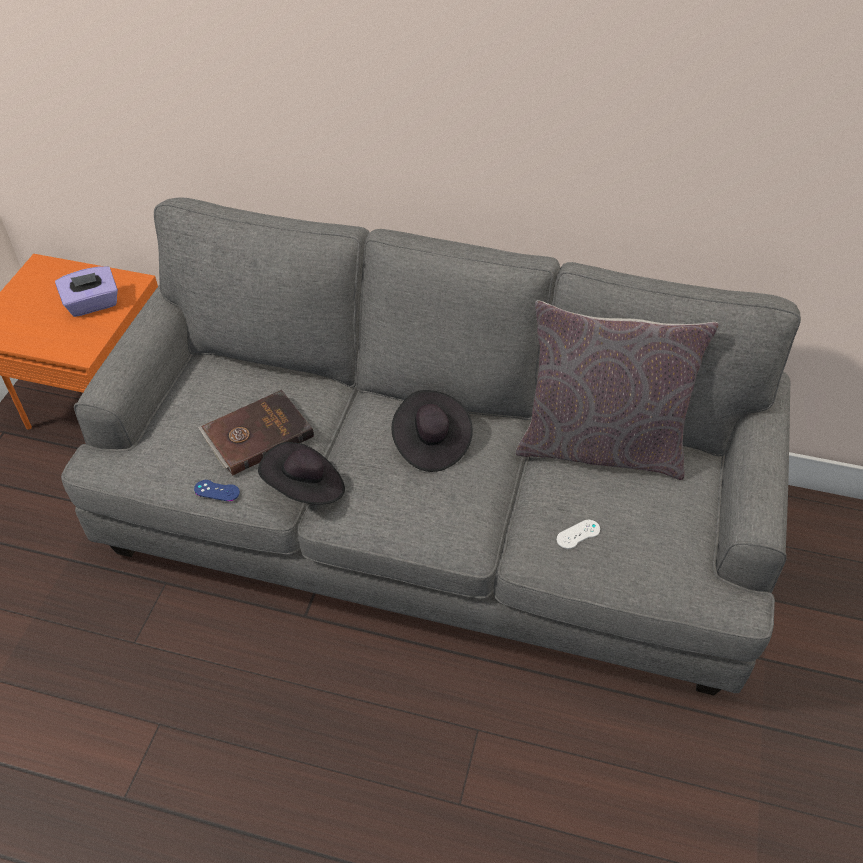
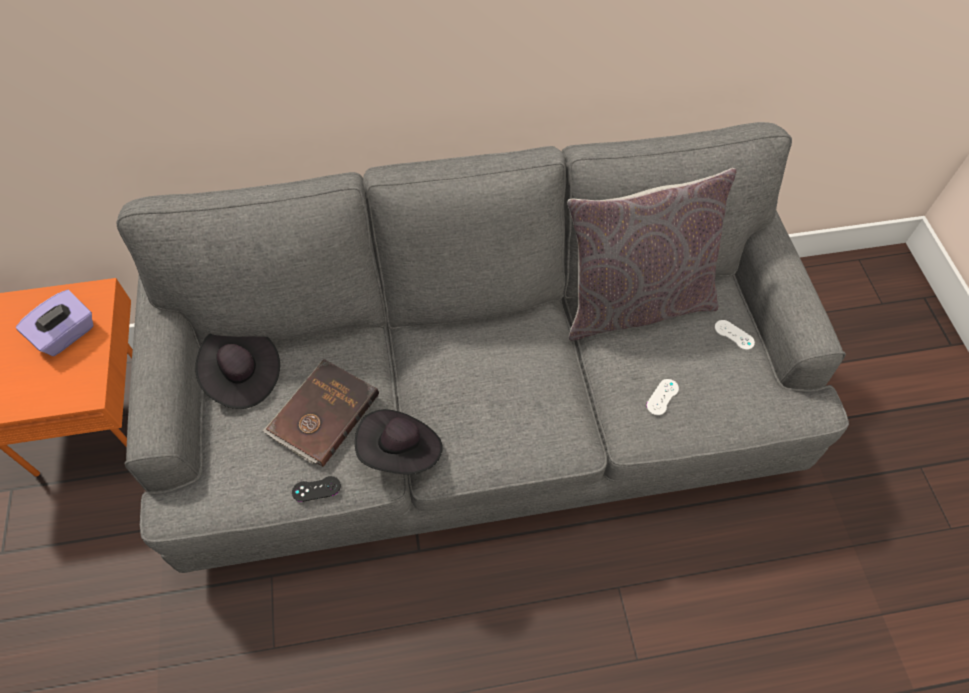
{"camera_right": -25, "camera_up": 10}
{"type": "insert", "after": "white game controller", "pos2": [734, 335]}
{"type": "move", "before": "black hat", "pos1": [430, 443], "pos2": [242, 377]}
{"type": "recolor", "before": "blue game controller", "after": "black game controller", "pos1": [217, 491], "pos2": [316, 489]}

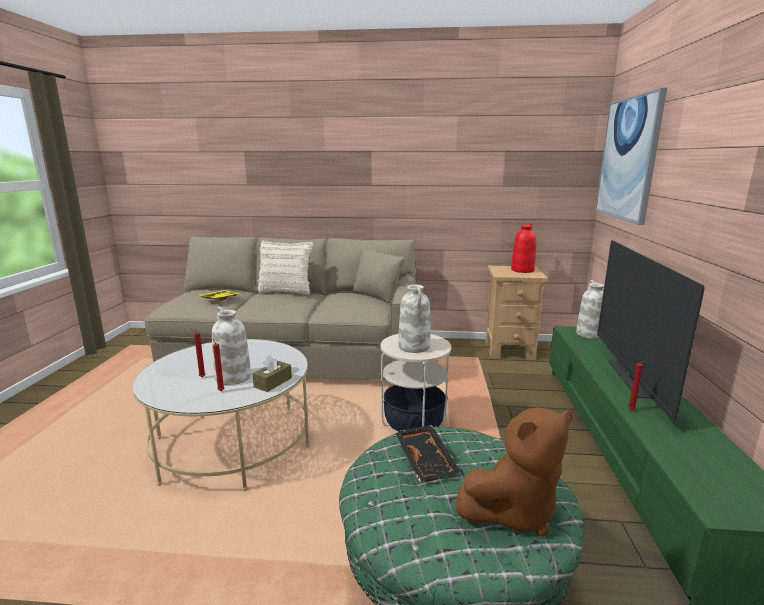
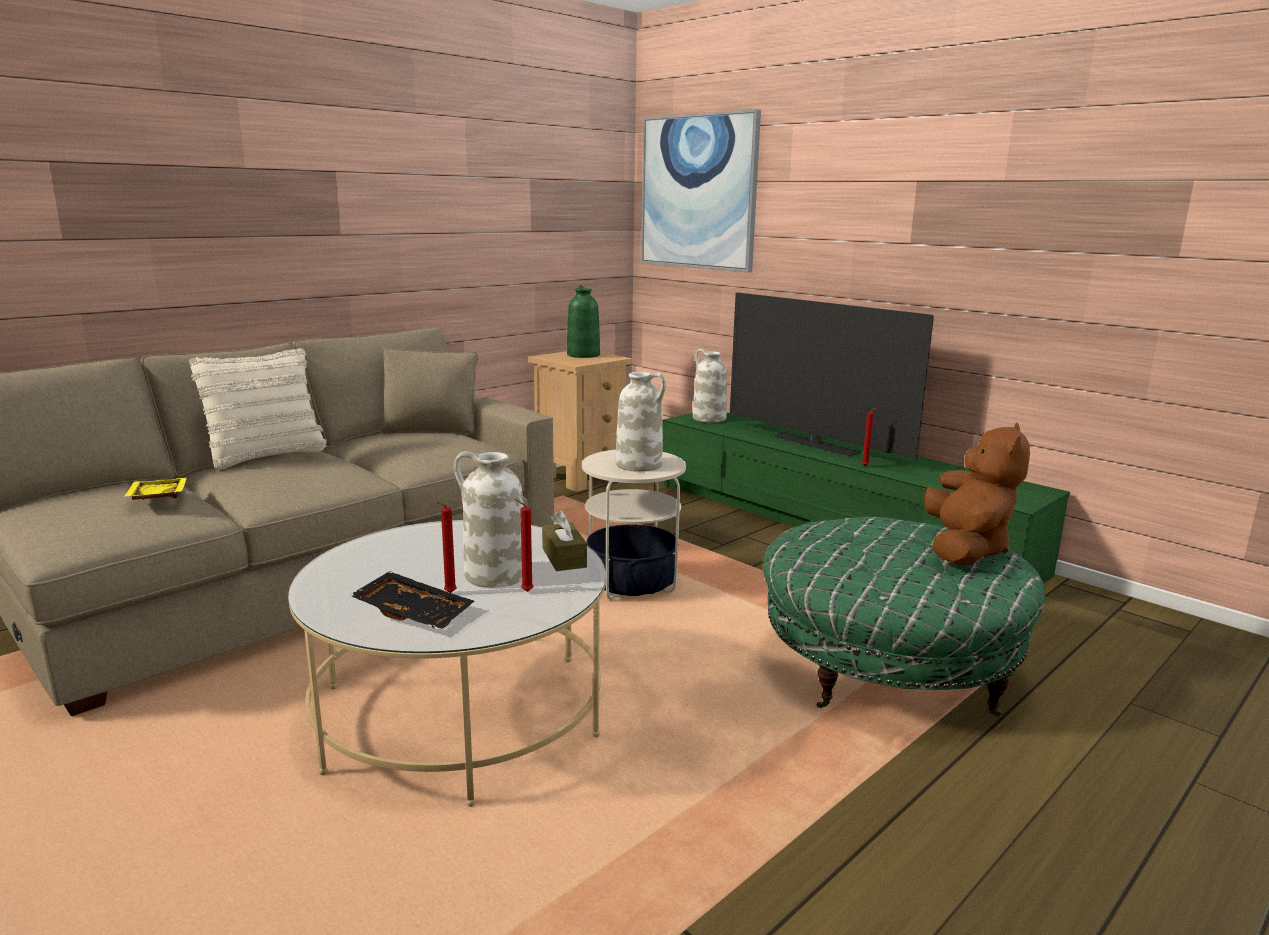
{"camera_right": -50, "camera_up": 0}
{"type": "move", "before": "black tray", "pos1": [427, 460], "pos2": [415, 612]}
{"type": "recolor", "before": "red vase", "after": "green vase", "pos1": [522, 270], "pos2": [582, 355]}

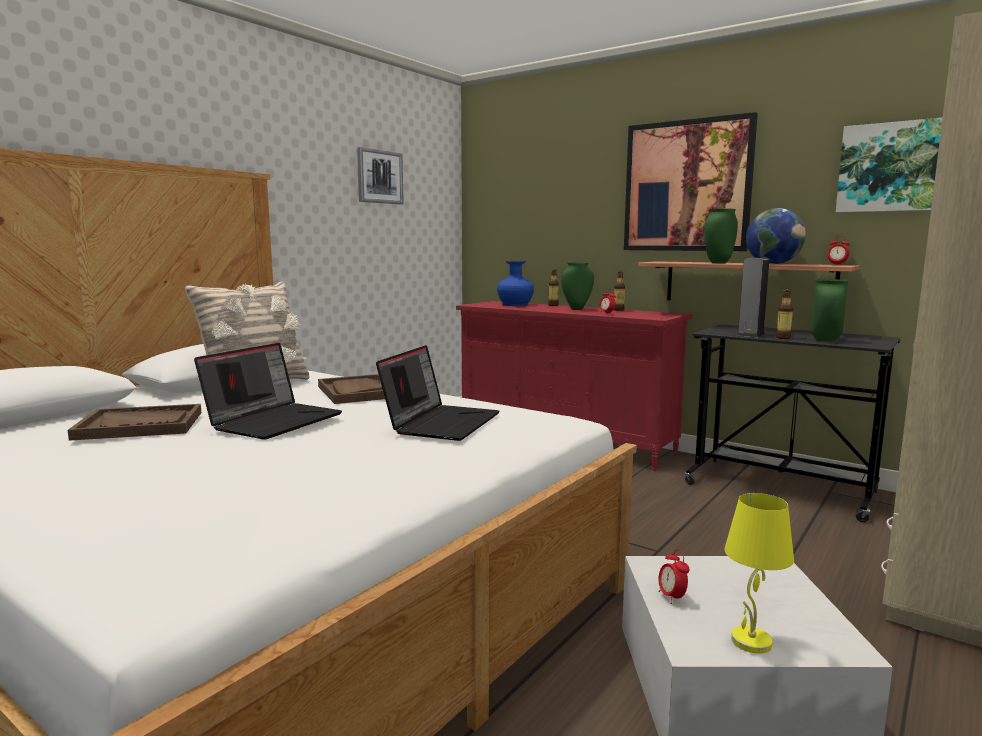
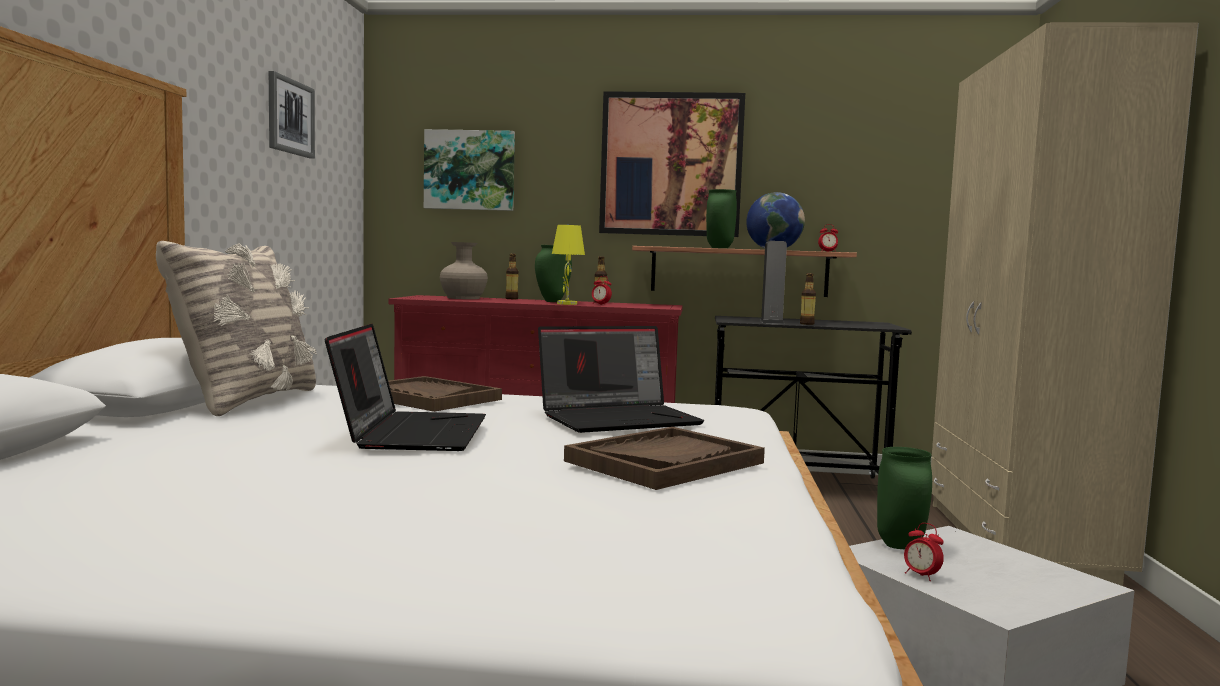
{"camera_right": -30, "camera_up": -5}
{"type": "move", "before": "brown tray", "pos1": [140, 425], "pos2": [665, 462]}
{"type": "move", "before": "yellow table lamp", "pos1": [751, 642], "pos2": [567, 304]}
{"type": "move", "before": "green vase", "pos1": [826, 340], "pos2": [901, 546]}
{"type": "move", "before": "picture", "pos1": [896, 167], "pos2": [470, 170]}
{"type": "recolor", "before": "blue vase", "after": "beige vase", "pos1": [515, 304], "pos2": [463, 298]}
{"type": "rotate", "before": "laptop", "pos1": [441, 422], "pos2": [619, 418], "turn": 75}

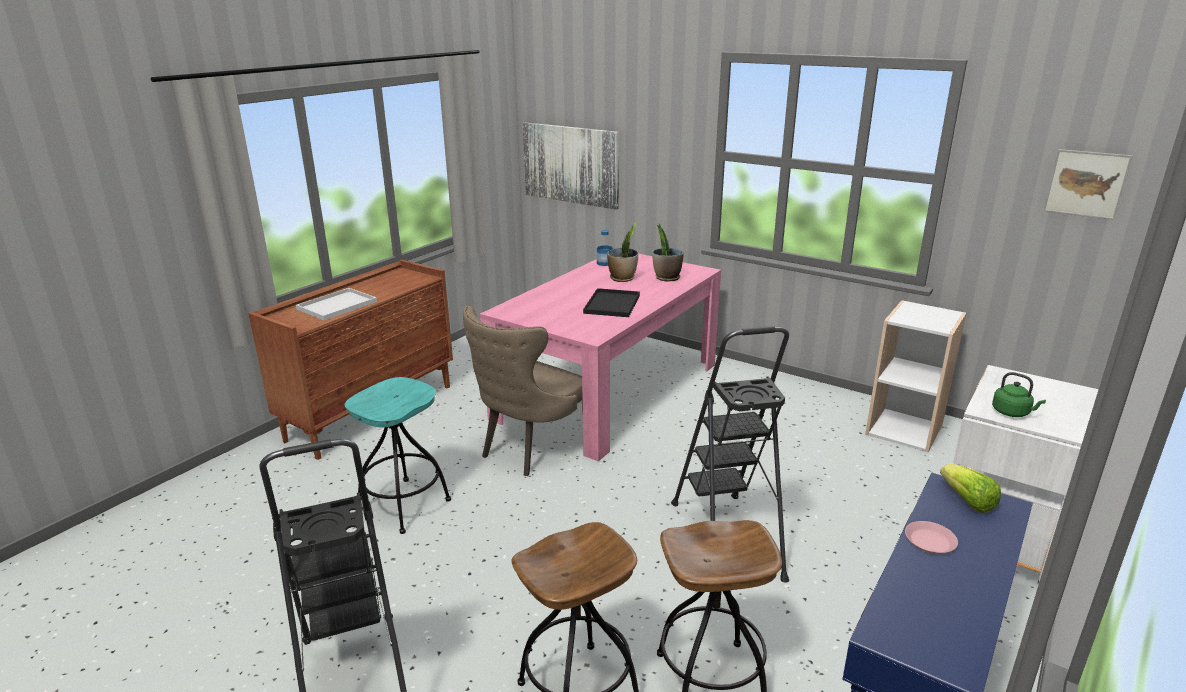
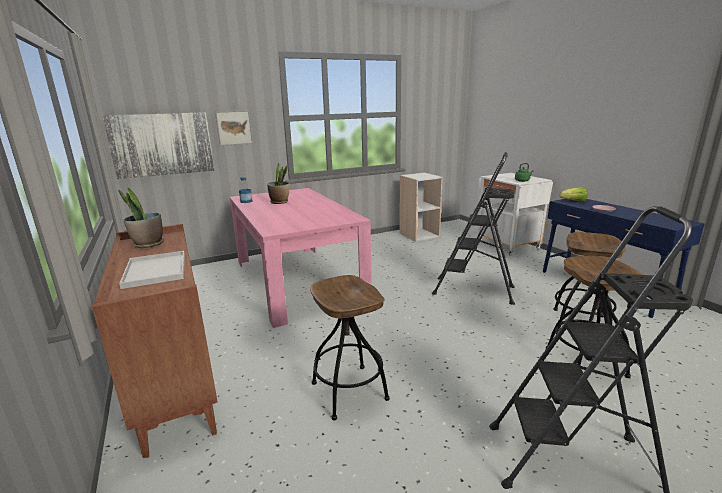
{"camera_right": -60, "camera_up": -5}
{"type": "delete", "before": "beige chair", "pos1": [530, 448]}
{"type": "delete", "before": "black tray", "pos1": [611, 303]}
{"type": "move", "before": "potted plant", "pos1": [666, 278], "pos2": [148, 244]}
{"type": "move", "before": "picture", "pos1": [1086, 184], "pos2": [234, 128]}
{"type": "recolor", "before": "turquoise stool", "after": "brown stool", "pos1": [405, 504], "pos2": [349, 390]}

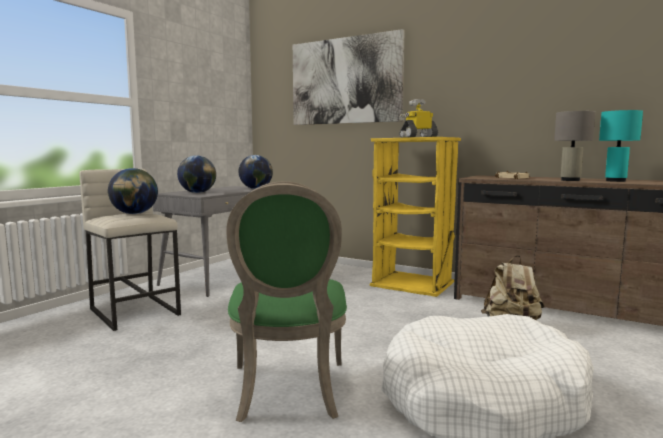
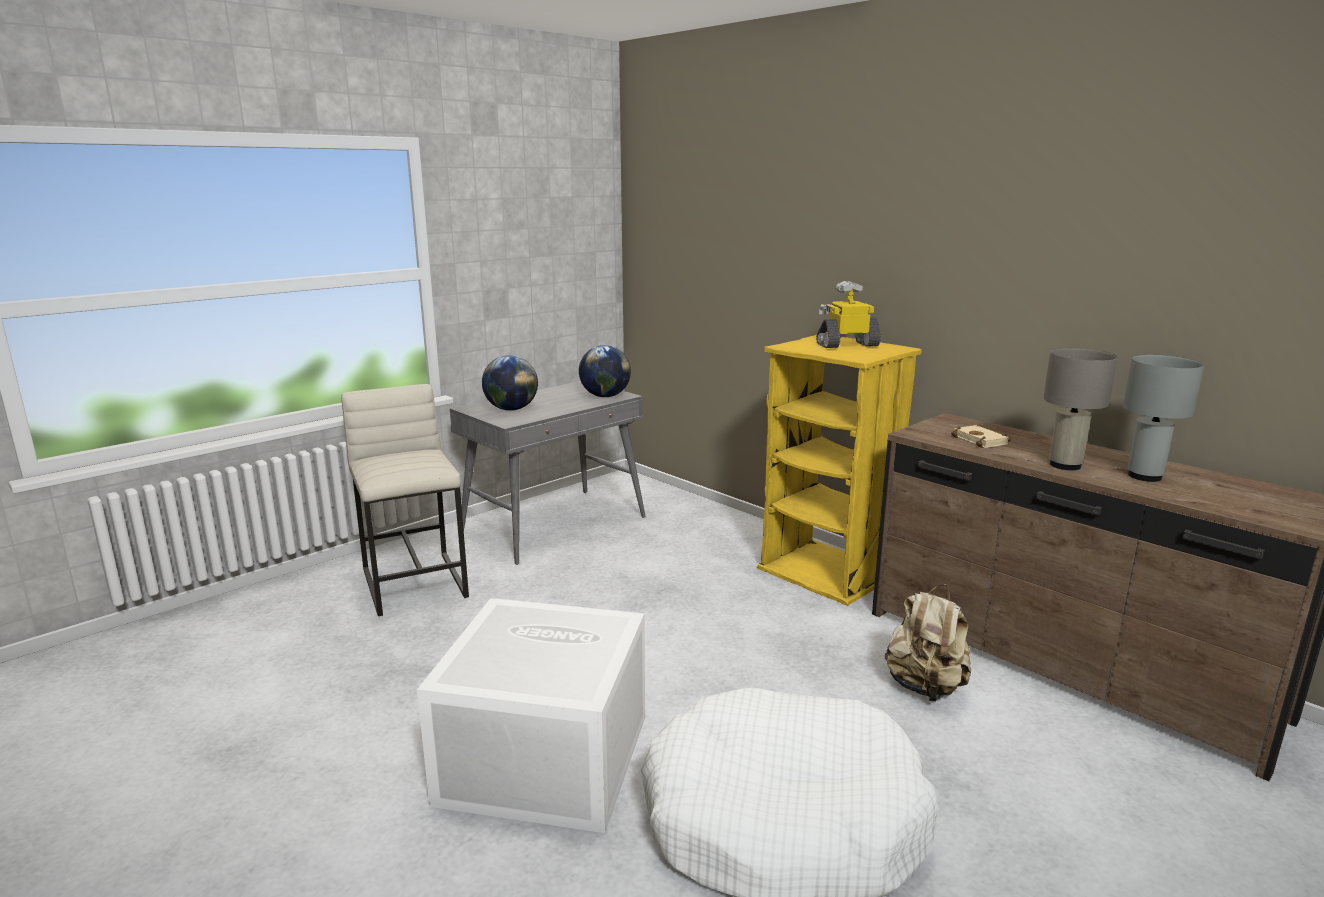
{"camera_right": 15, "camera_up": 10}
{"type": "delete", "before": "globe", "pos1": [134, 214]}
{"type": "delete", "before": "picture", "pos1": [345, 81]}
{"type": "replace", "before": "green chair", "after": "white storage box", "pos1": [288, 392], "pos2": [541, 760]}
{"type": "recolor", "before": "turquoise table lamp", "after": "grey table lamp", "pos1": [615, 181], "pos2": [1145, 476]}

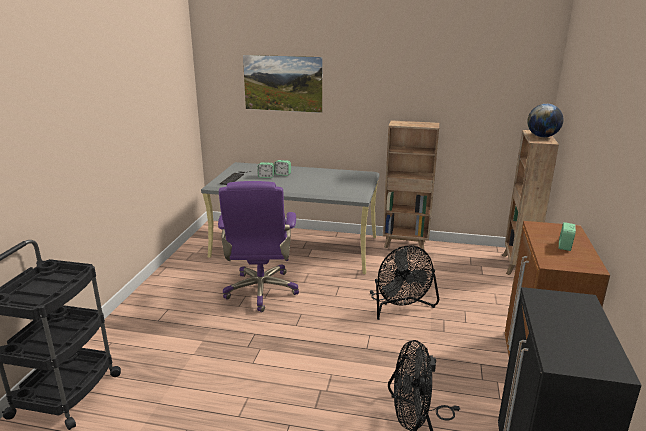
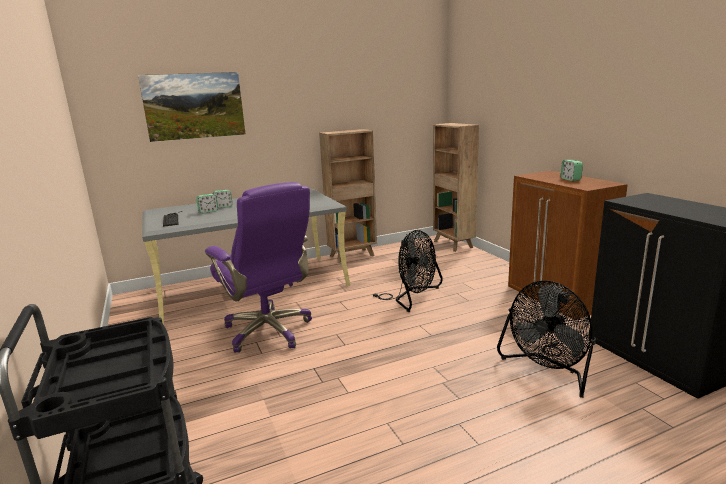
{"camera_right": -35, "camera_up": -5}
{"type": "delete", "before": "globe", "pos1": [542, 136]}

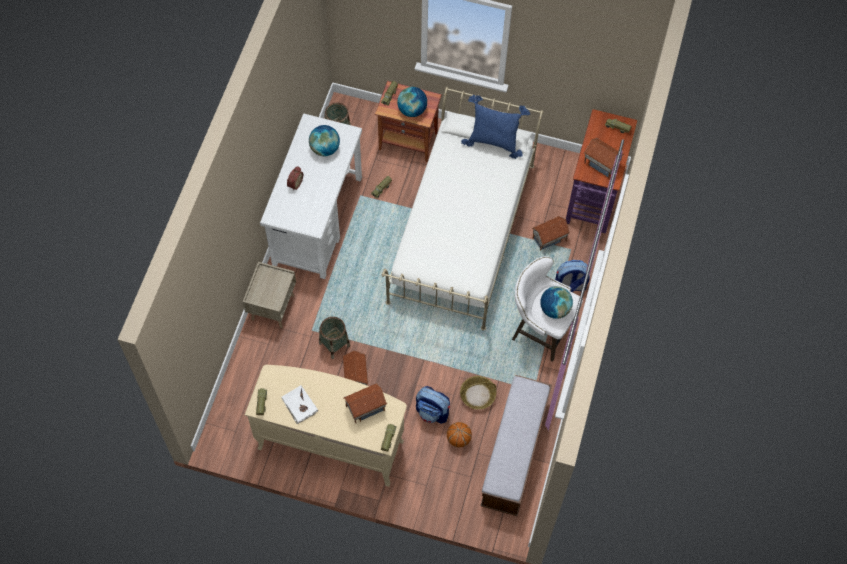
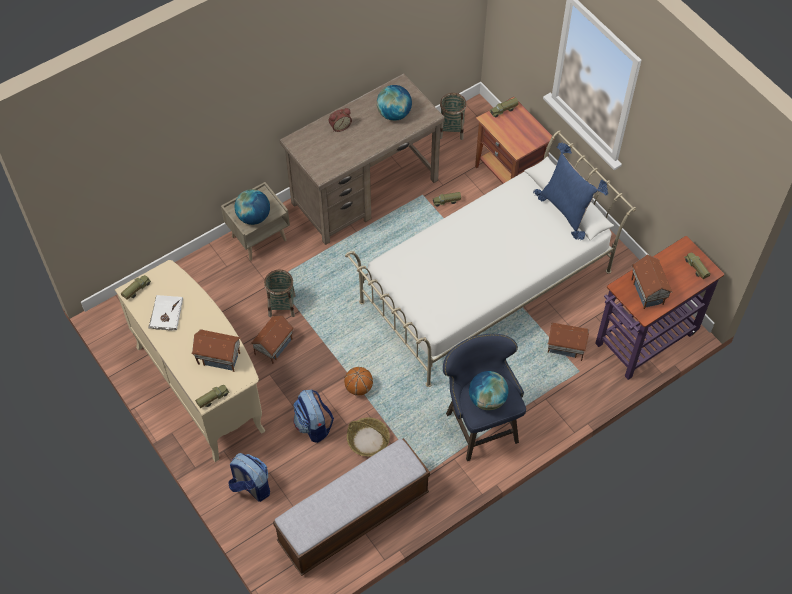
{"camera_right": 40, "camera_up": -5}
{"type": "move", "before": "globe", "pos1": [412, 110], "pos2": [253, 217]}
{"type": "move", "before": "basketball", "pos1": [458, 439], "pos2": [358, 387]}
{"type": "move", "before": "backpack", "pos1": [570, 286], "pos2": [251, 486]}
{"type": "recolor", "before": "white desk", "after": "brown desk", "pos1": [317, 220], "pos2": [364, 191]}
{"type": "recolor", "before": "white stool", "after": "blue stool", "pos1": [540, 331], "pos2": [480, 424]}

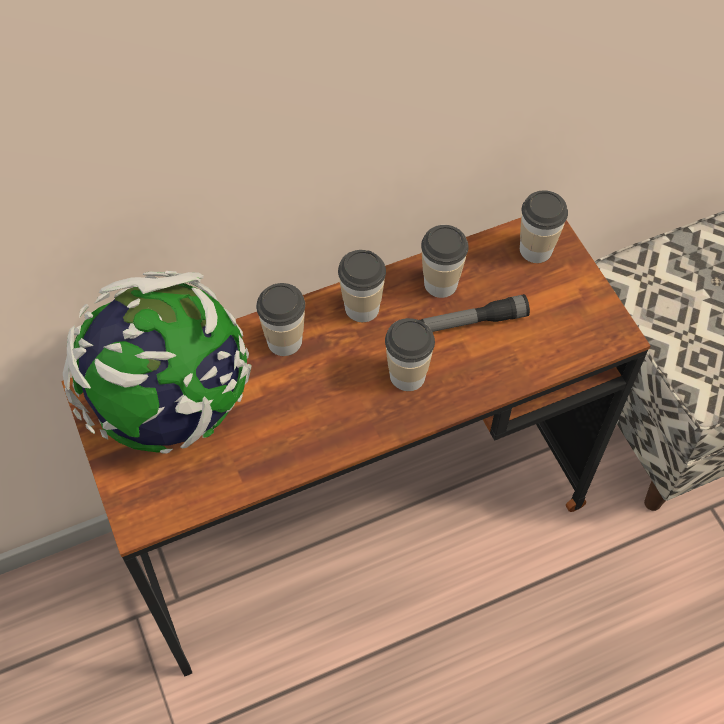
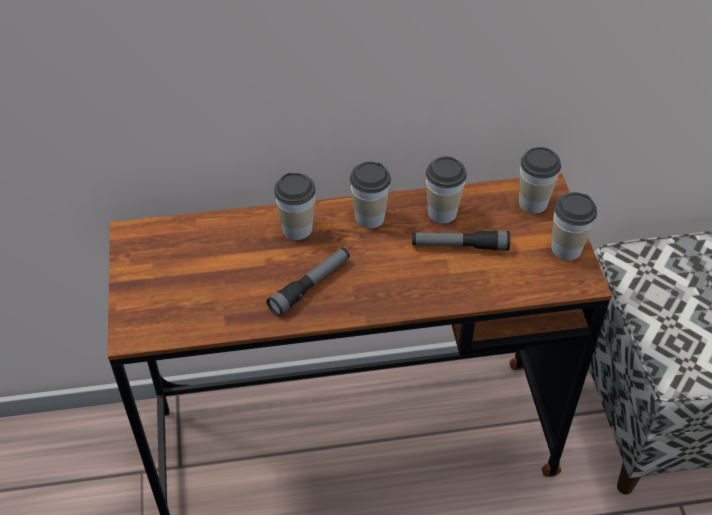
{"camera_right": 15, "camera_up": -10}
{"type": "delete", "before": "globe", "pos1": [172, 408]}
{"type": "insert", "after": "flashlight", "pos2": [310, 286]}
{"type": "move", "before": "cup", "pos1": [407, 375], "pos2": [566, 248]}

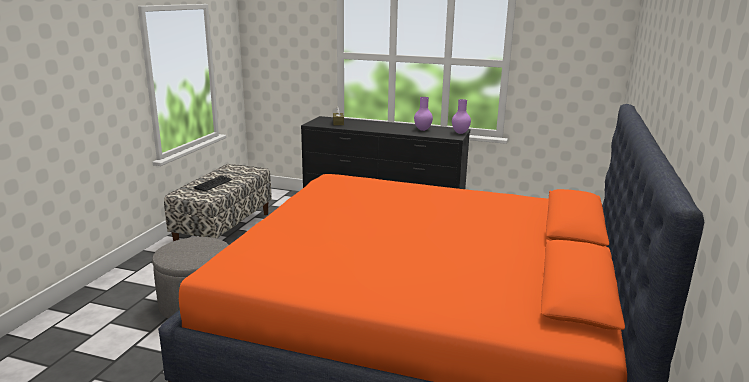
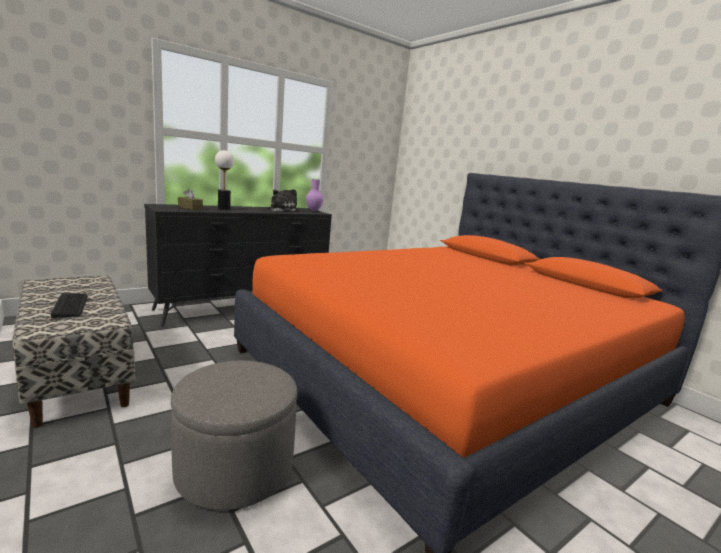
{"camera_right": -55, "camera_up": -5}
{"type": "insert", "after": "table lamp", "pos2": [224, 208]}
{"type": "replace", "before": "purple vase", "after": "plush toy", "pos1": [422, 130], "pos2": [281, 209]}

